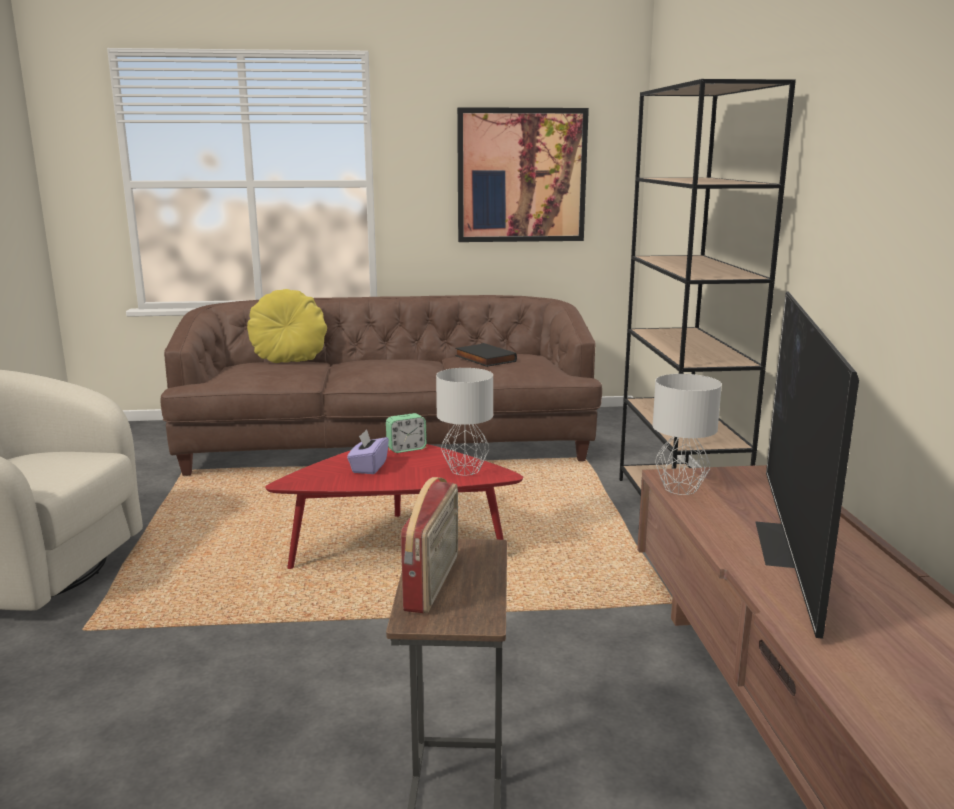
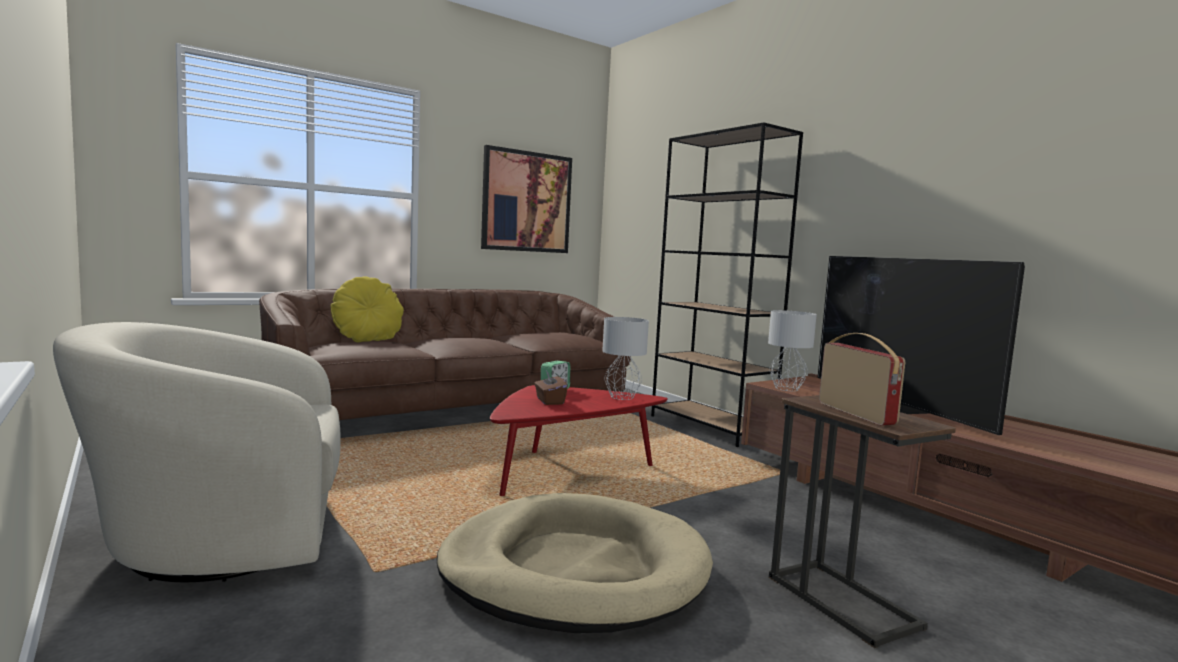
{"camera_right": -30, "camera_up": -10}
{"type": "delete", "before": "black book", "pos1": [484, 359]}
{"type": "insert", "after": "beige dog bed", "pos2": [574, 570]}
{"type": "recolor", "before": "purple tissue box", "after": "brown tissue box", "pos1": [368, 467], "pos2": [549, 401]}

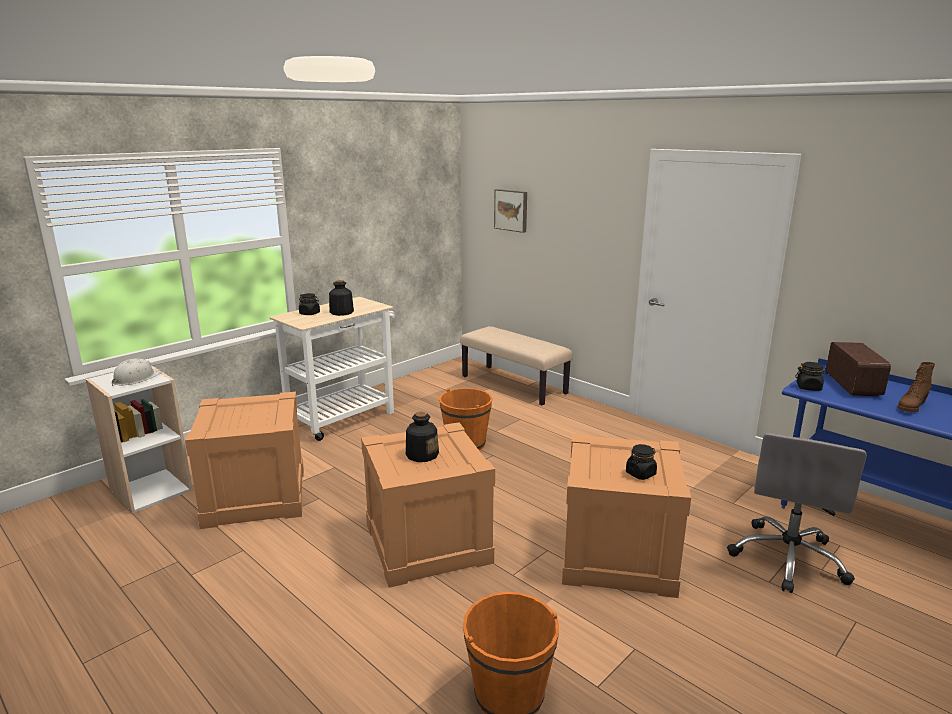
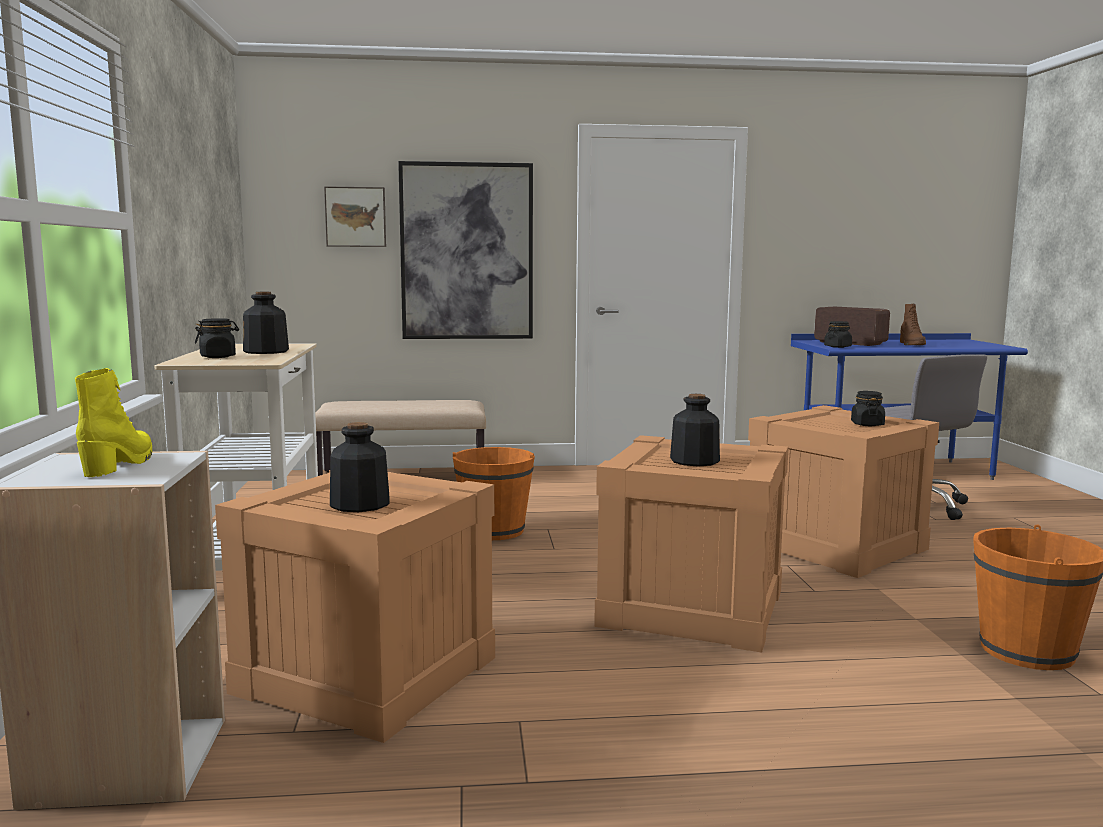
{"camera_right": -50, "camera_up": -10}
{"type": "insert", "after": "bottle", "pos2": [359, 504]}
{"type": "insert", "after": "picture", "pos2": [467, 251]}
{"type": "replace", "before": "white hard hat", "after": "yellow boot", "pos1": [136, 378], "pos2": [120, 464]}

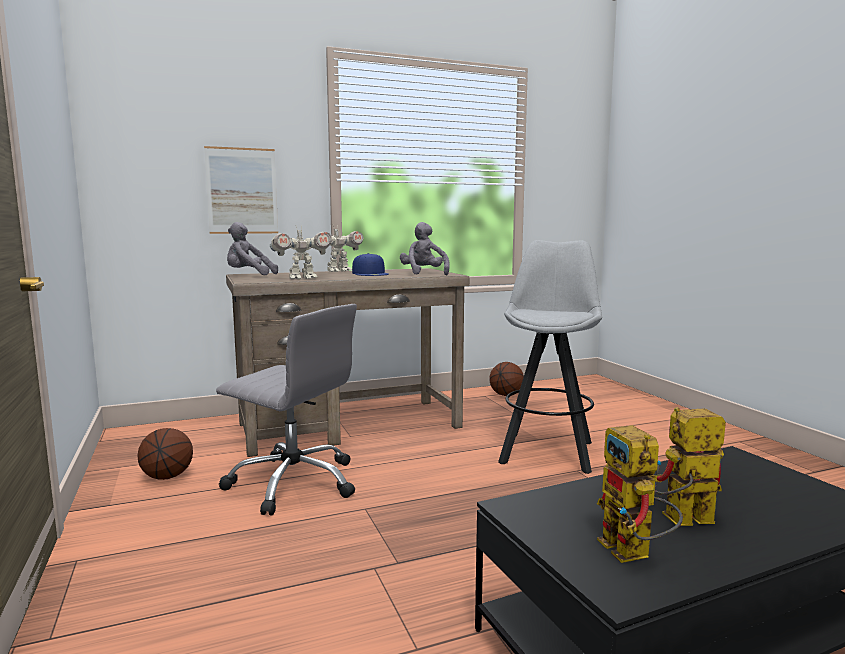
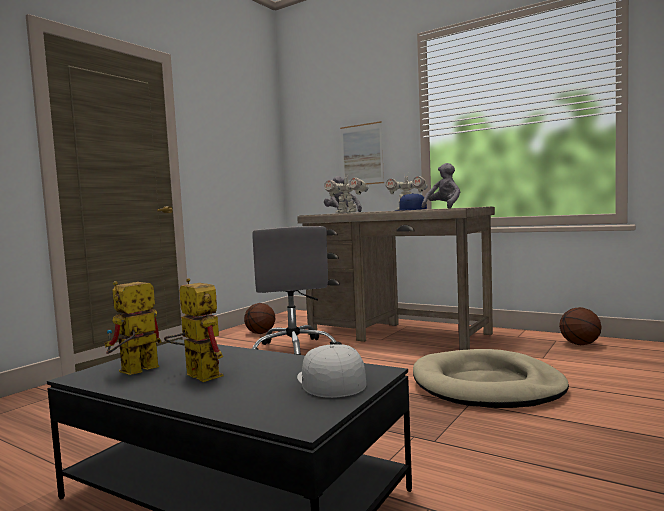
{"camera_right": 55, "camera_up": -5}
{"type": "insert", "after": "white cap", "pos2": [330, 380]}
{"type": "replace", "before": "grey stool", "after": "beige dog bed", "pos1": [547, 451], "pos2": [487, 385]}

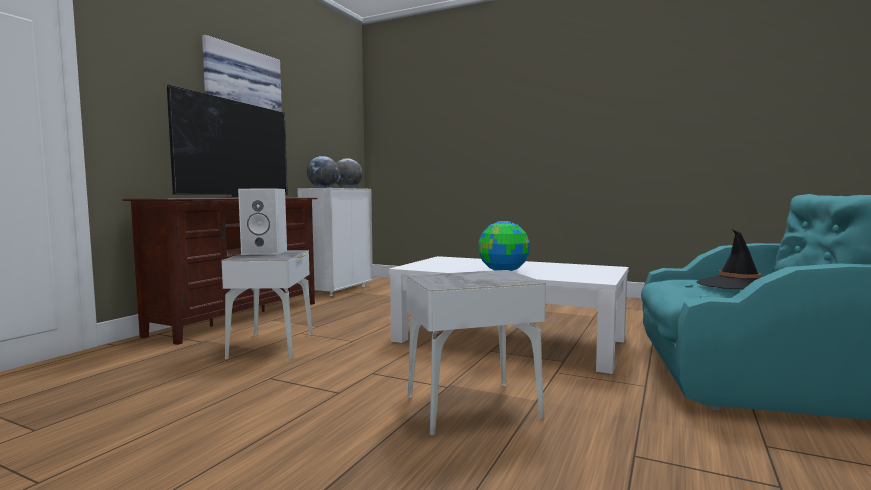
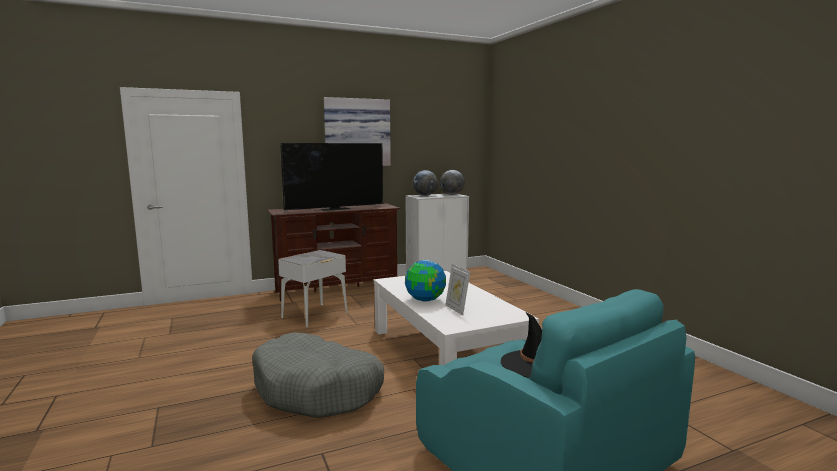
{"camera_right": 40, "camera_up": 5}
{"type": "delete", "before": "white speaker", "pos1": [266, 252]}
{"type": "insert", "after": "picture frame", "pos2": [457, 309]}
{"type": "replace", "before": "side table", "after": "grey dog bed", "pos1": [469, 406], "pos2": [317, 390]}

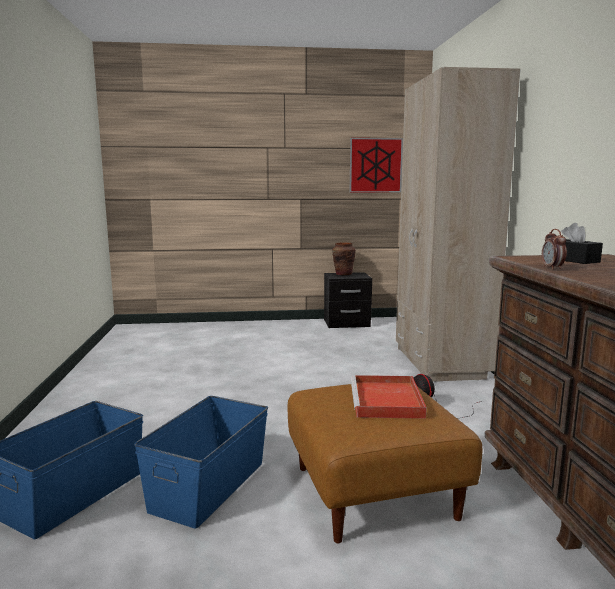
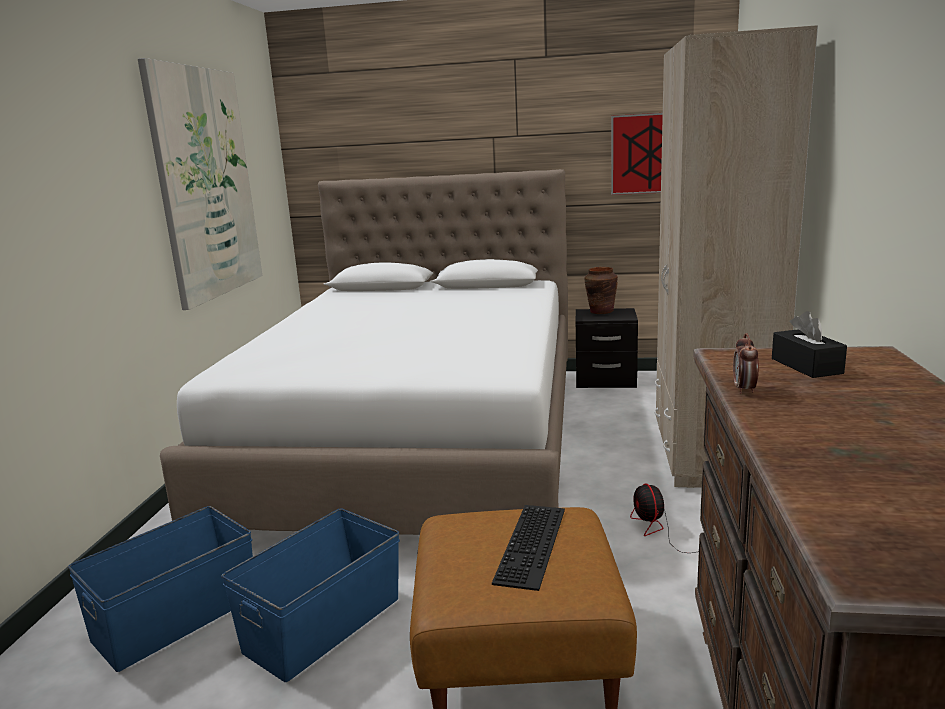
{"camera_right": 15, "camera_up": 5}
{"type": "insert", "after": "picture", "pos2": [206, 184]}
{"type": "insert", "after": "white bed", "pos2": [419, 439]}
{"type": "replace", "before": "red tray", "after": "keyboard", "pos1": [387, 401], "pos2": [533, 545]}

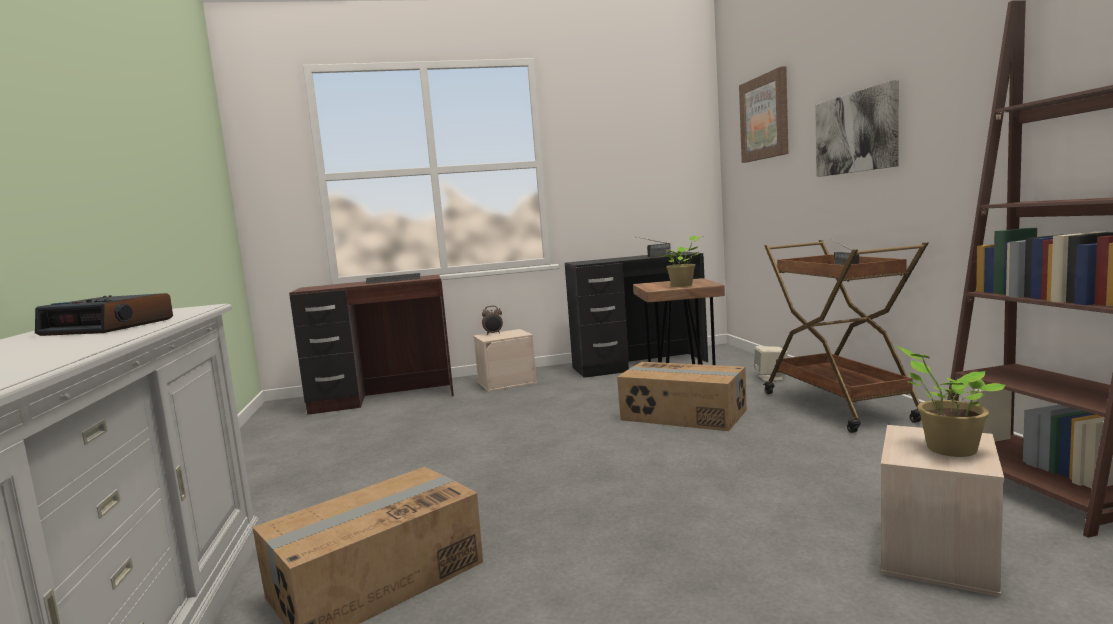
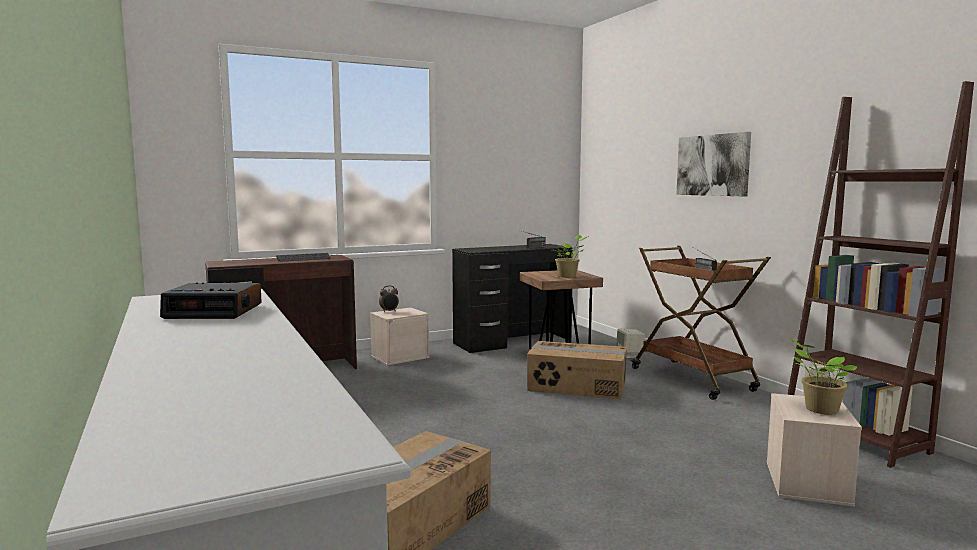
{"camera_right": -15, "camera_up": 0}
{"type": "delete", "before": "picture", "pos1": [765, 117]}

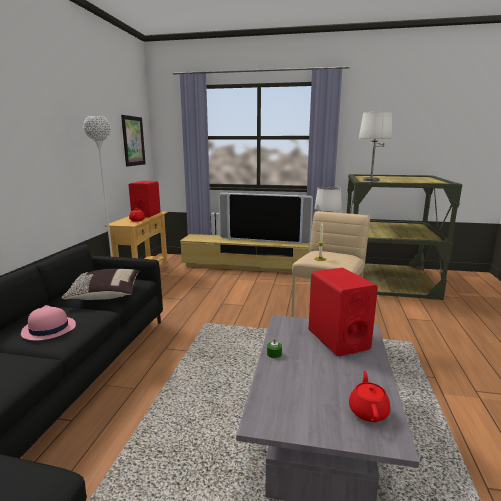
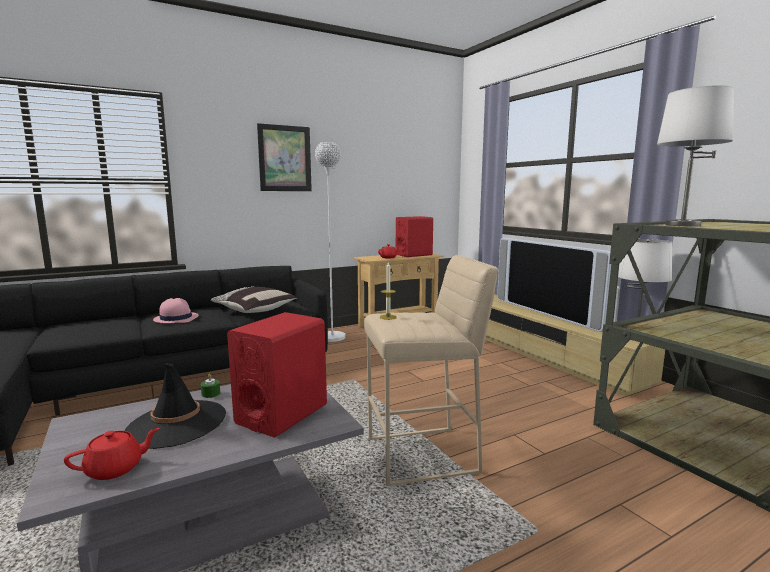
{"camera_right": 50, "camera_up": -5}
{"type": "insert", "after": "black hat", "pos2": [176, 424]}
{"type": "move", "before": "picture", "pos1": [133, 141], "pos2": [285, 158]}

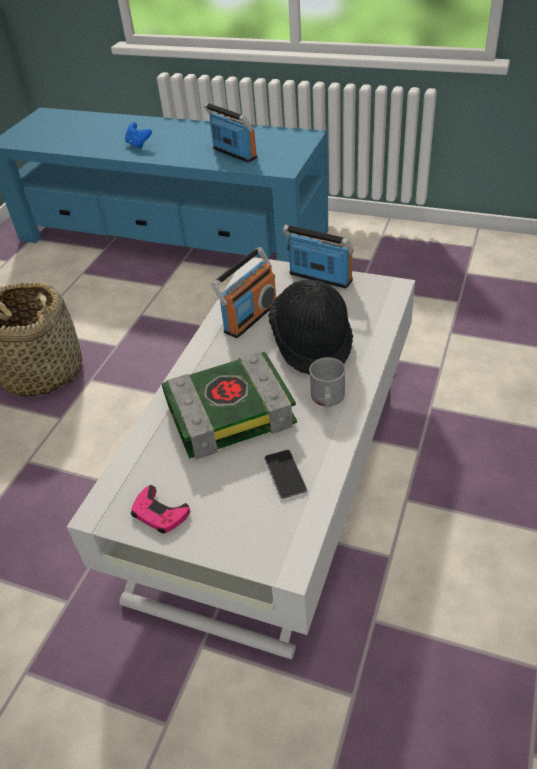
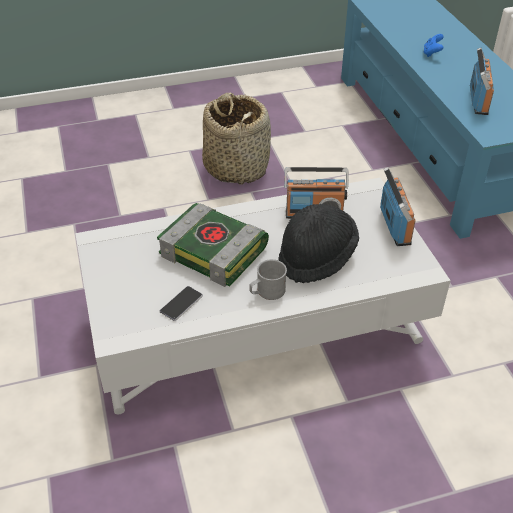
{"camera_right": 50, "camera_up": 0}
{"type": "delete", "before": "pink game controller", "pos1": [159, 513]}

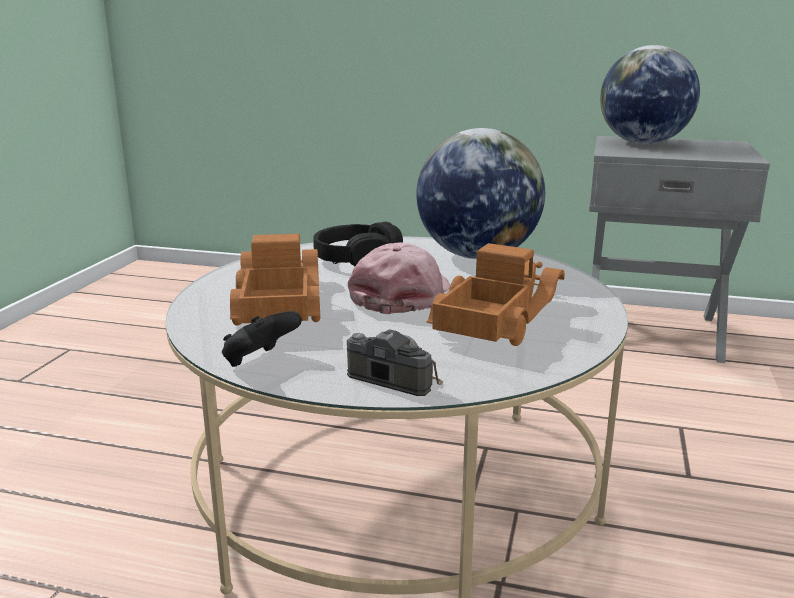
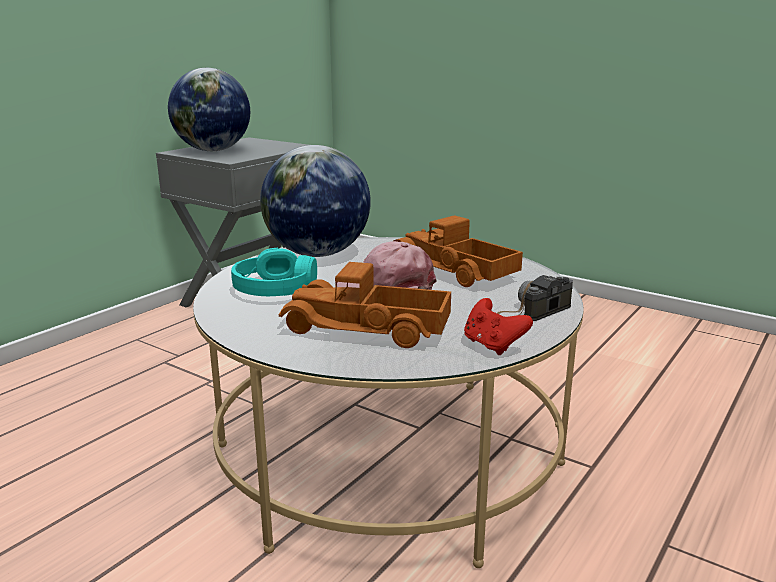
{"camera_right": -70, "camera_up": 0}
{"type": "recolor", "before": "black game controller", "after": "red game controller", "pos1": [259, 361], "pos2": [492, 345]}
{"type": "recolor", "before": "black headphones", "after": "turquoise headphones", "pos1": [357, 259], "pos2": [275, 289]}

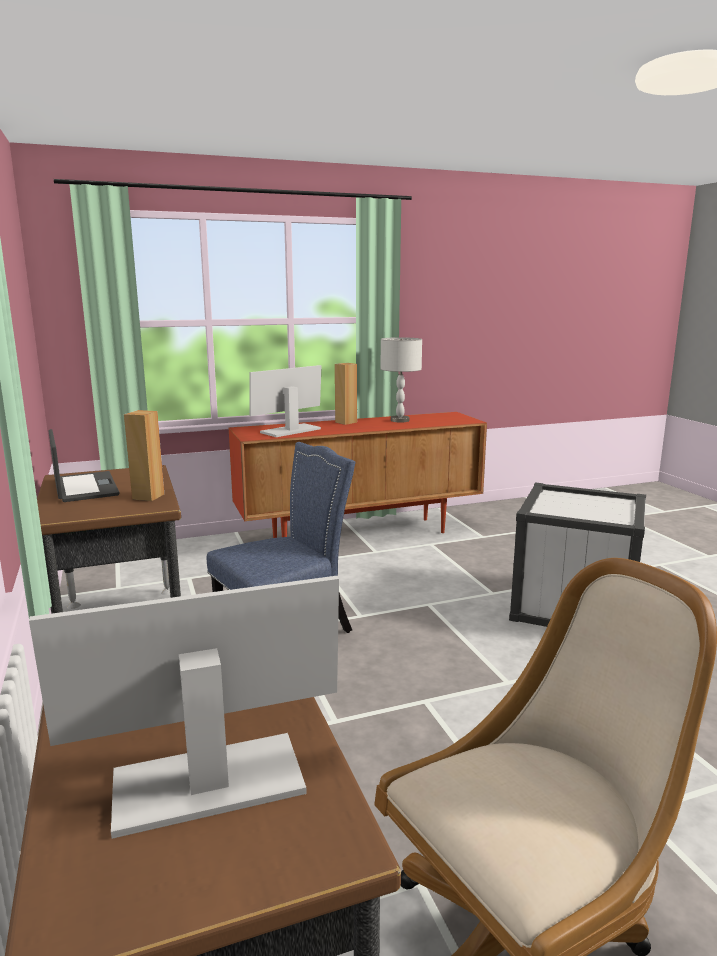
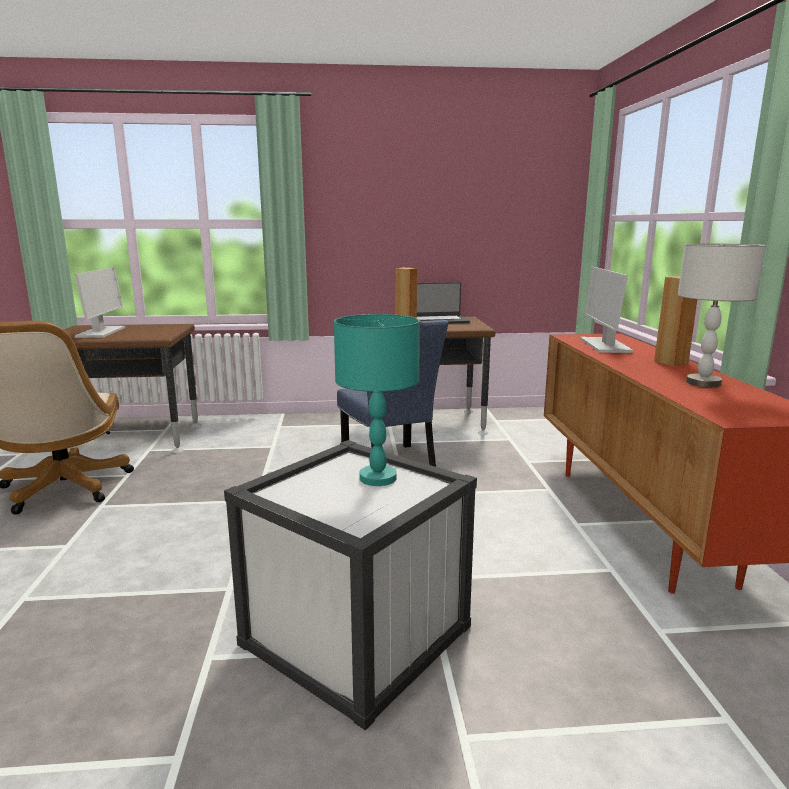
{"camera_right": 105, "camera_up": 0}
{"type": "insert", "after": "turquoise table lamp", "pos2": [377, 478]}
{"type": "rotate", "before": "monitor", "pos1": [291, 431], "pos2": [604, 345], "turn": -150}

